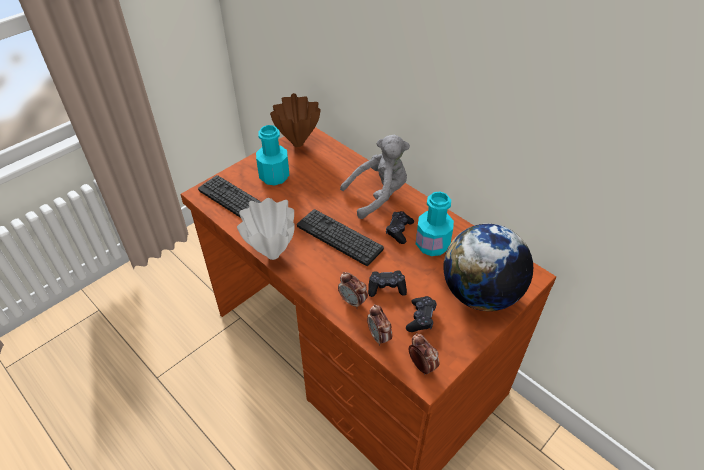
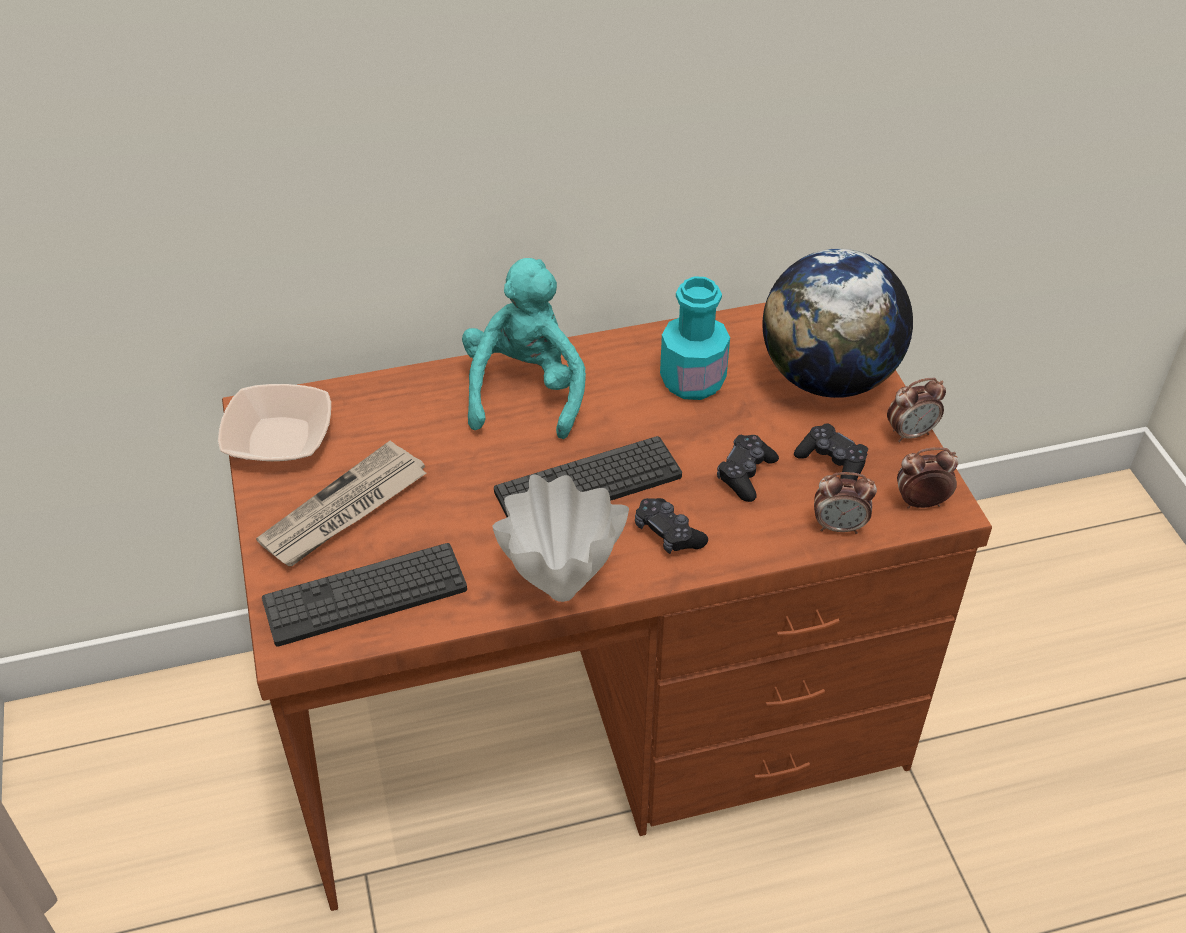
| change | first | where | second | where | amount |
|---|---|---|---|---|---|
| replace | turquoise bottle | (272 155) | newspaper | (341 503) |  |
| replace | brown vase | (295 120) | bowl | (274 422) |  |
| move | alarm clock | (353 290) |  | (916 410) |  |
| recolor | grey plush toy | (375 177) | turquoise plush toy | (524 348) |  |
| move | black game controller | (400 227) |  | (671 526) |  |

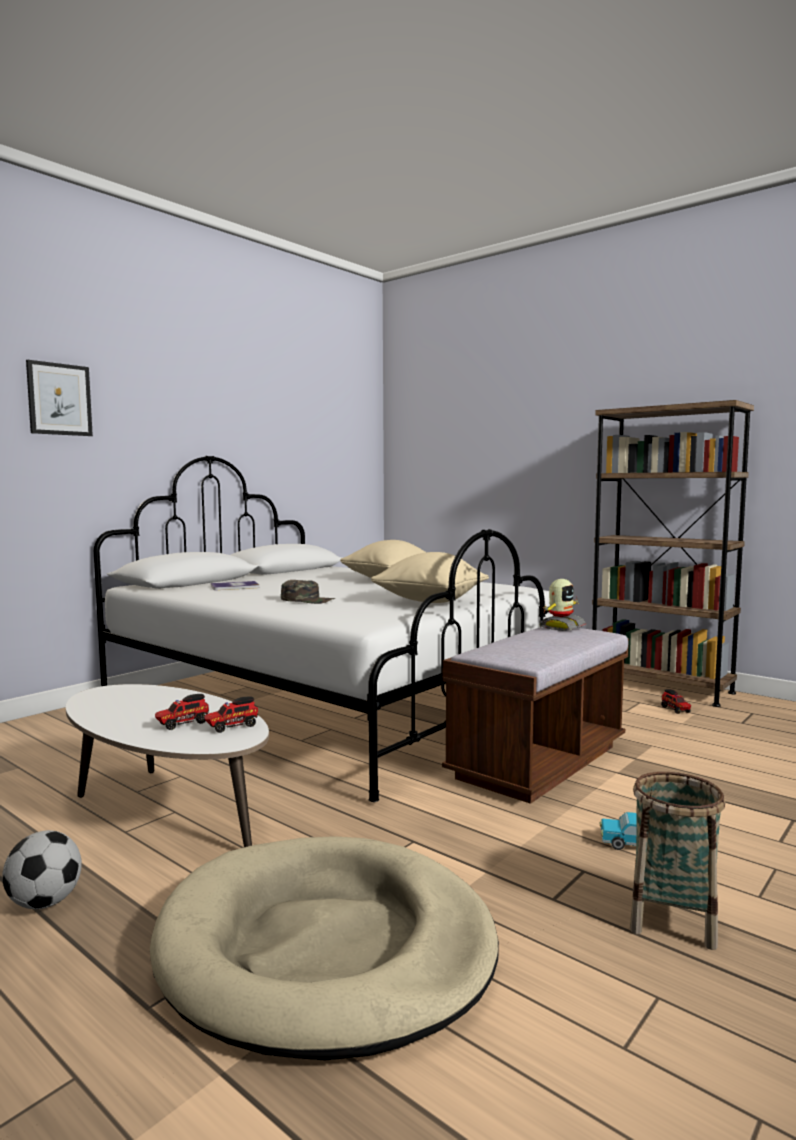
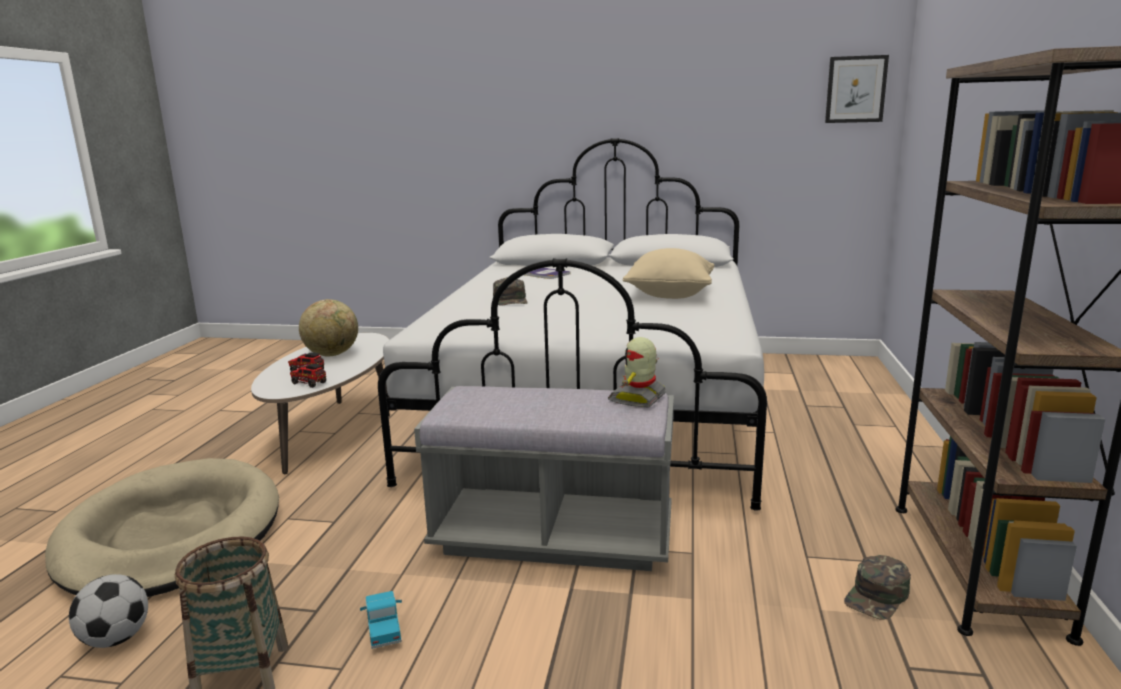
| change | first | where | second | where | amount |
|---|---|---|---|---|---|
| move | football | (42 869) |  | (108 611) |  |
| move | picture | (59 398) |  | (857 89) |  |
| delete | beige pillow | (430 577) |  |  |  |
| recolor | brown bench | (535 715) | grey bench | (544 478) |  |
| rotate | toy robot | (562 605) |  | (637 372) | 105 degrees clockwise |
| replace | toy truck | (676 701) | green cap | (877 587) |  |
| insert |  |  | globe | (328 327) |  |

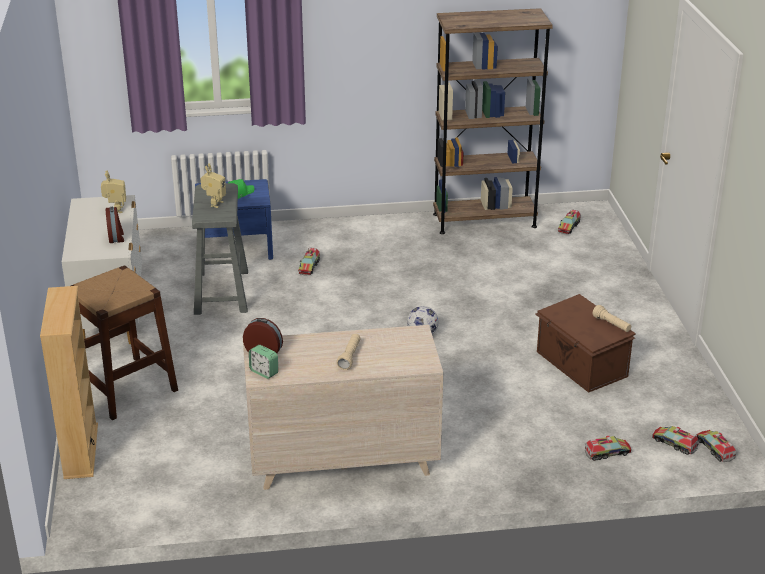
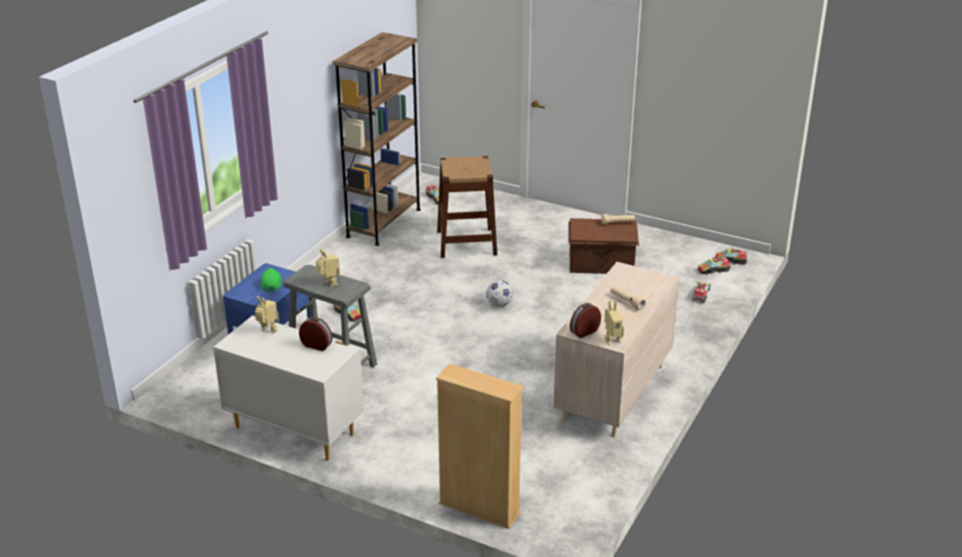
| change | first | where | second | where | amount |
|---|---|---|---|---|---|
| move | brown stool | (124 342) |  | (467 207) |  |
| replace | alarm clock | (263 362) | toy robot | (614 322) |  |

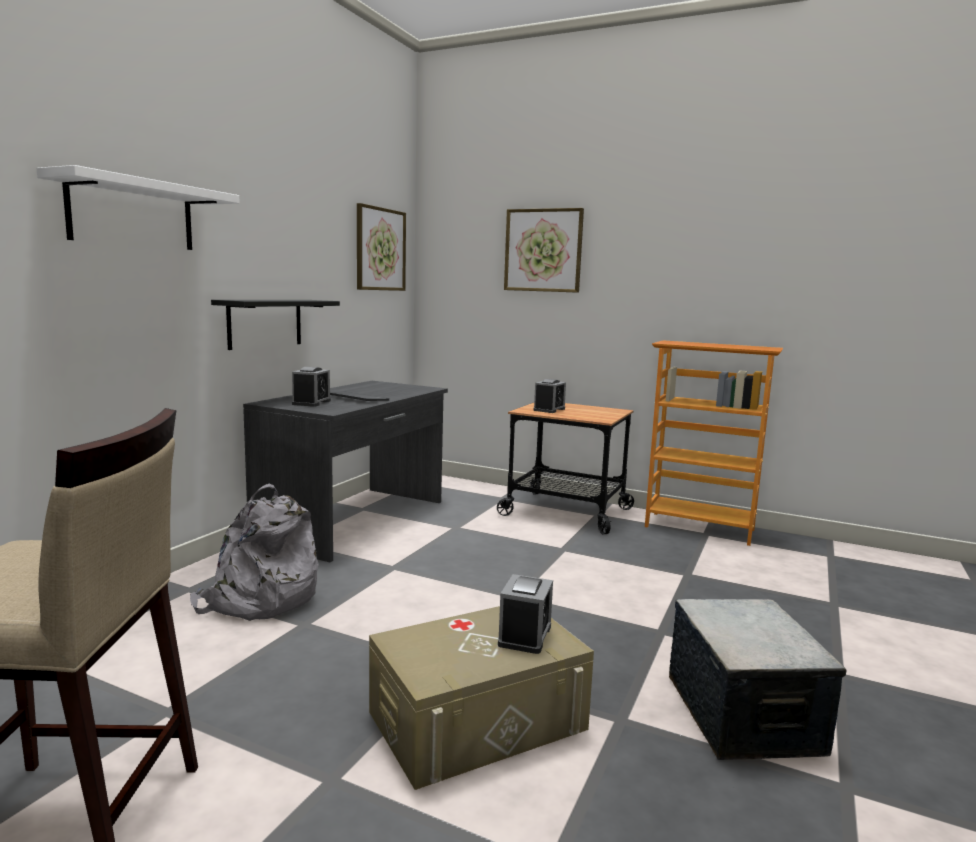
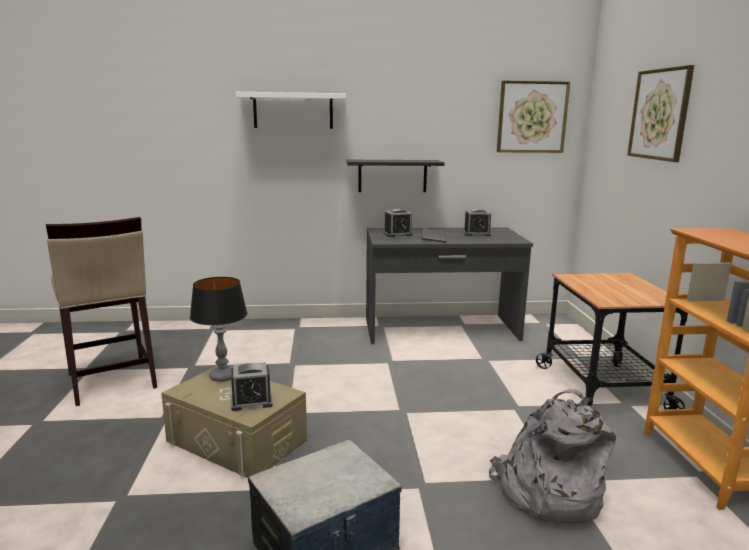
| change | first | where | second | where | amount |
|---|---|---|---|---|---|
| move | grey backpack | (254 552) |  | (552 456) |  |
| move | alarm clock | (549 396) |  | (477 222) |  |
| insert |  |  | table lamp | (218 329) |  |

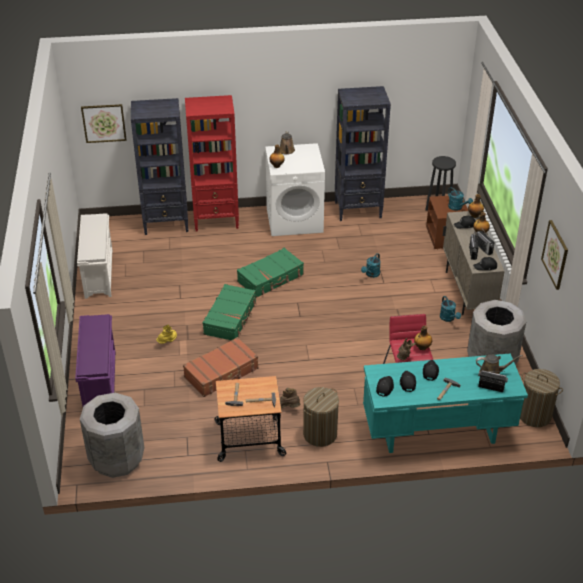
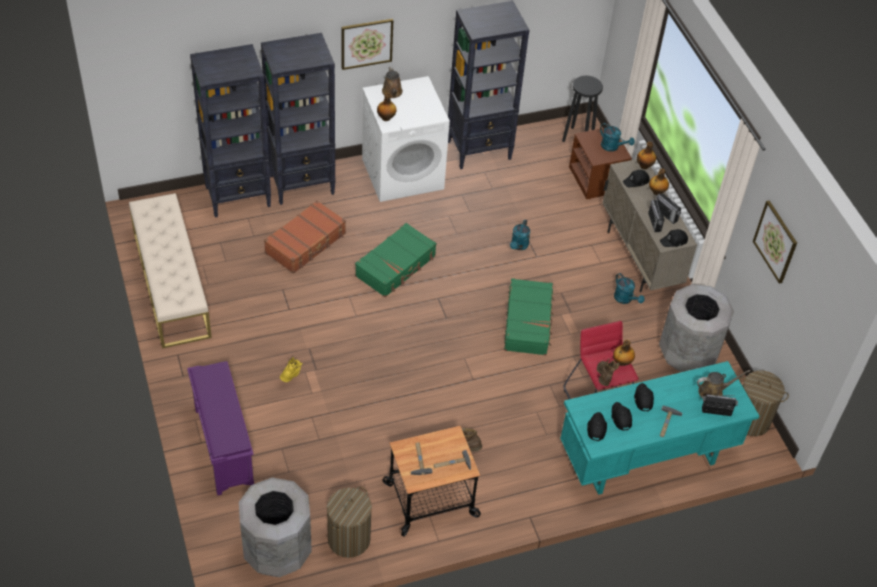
| change | first | where | second | where | amount |
|---|---|---|---|---|---|
| replace | white shoe rack | (95 256) | beige bench | (170 270) |  |
| move | picture | (104 123) |  | (367 44) |  |
| move | brown suitcase | (220 367) |  | (305 237) |  |
| recolor | red bookcase | (212 163) | black bookcase | (298 119) |  |
| move | green suitcase | (230 312) |  | (529 316) |  |
| move | laundry basket | (321 417) |  | (349 522) |  |

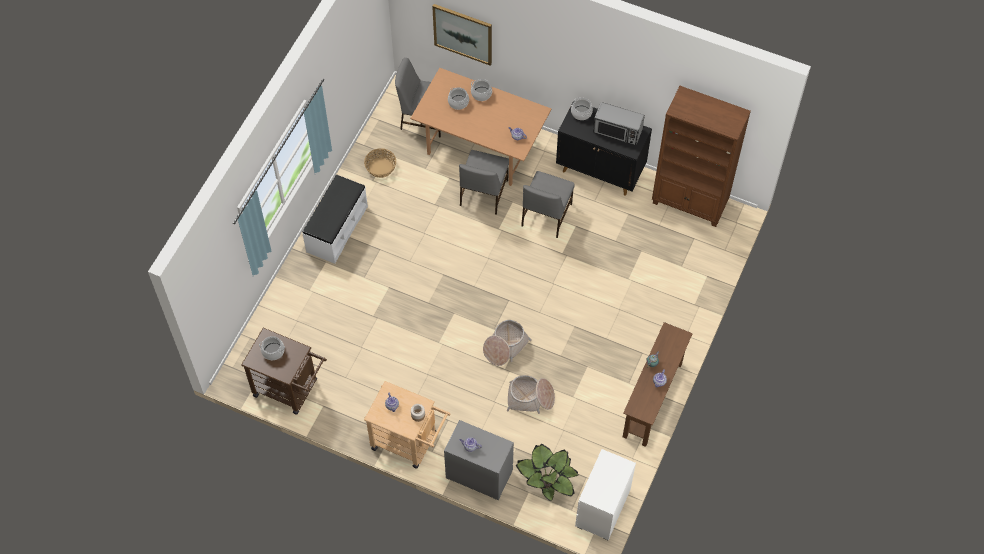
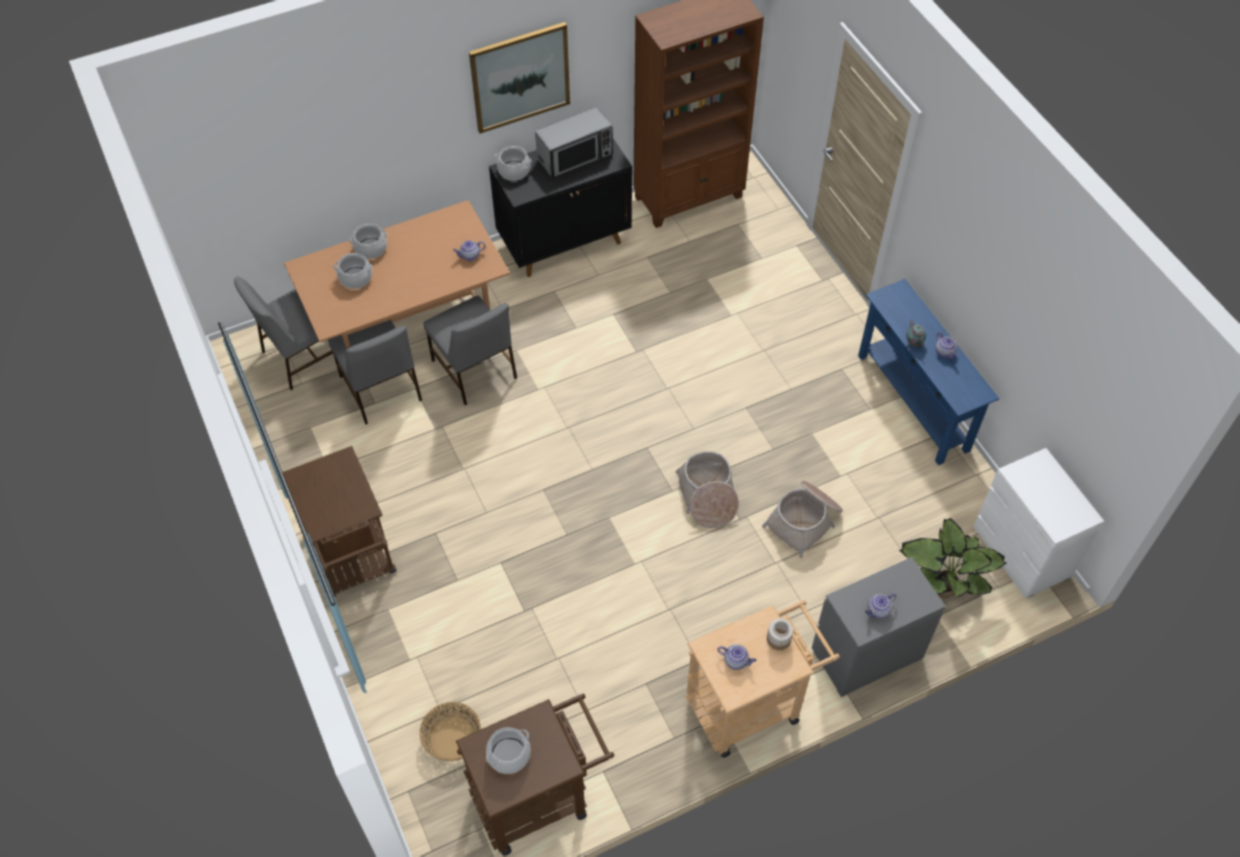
| change | first | where | second | where | amount |
|---|---|---|---|---|---|
| replace | white bench | (335 219) | brown cart | (339 521) |  |
| move | basket | (380 163) |  | (450 732) |  |
| move | picture | (462 35) |  | (519 78) |  |
| move | grey chair | (548 204) |  | (375 372) |  |
| recolor | brown console table | (658 384) | blue console table | (928 372) |  |

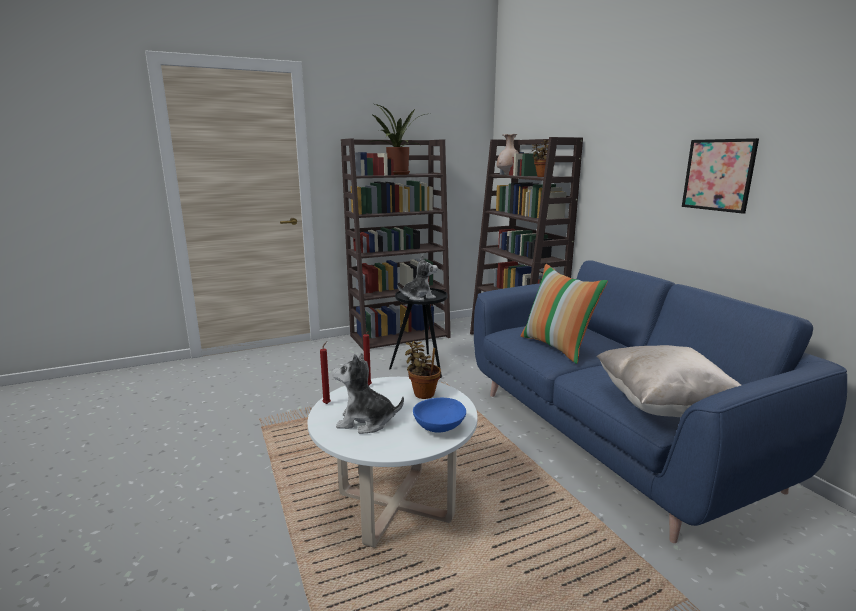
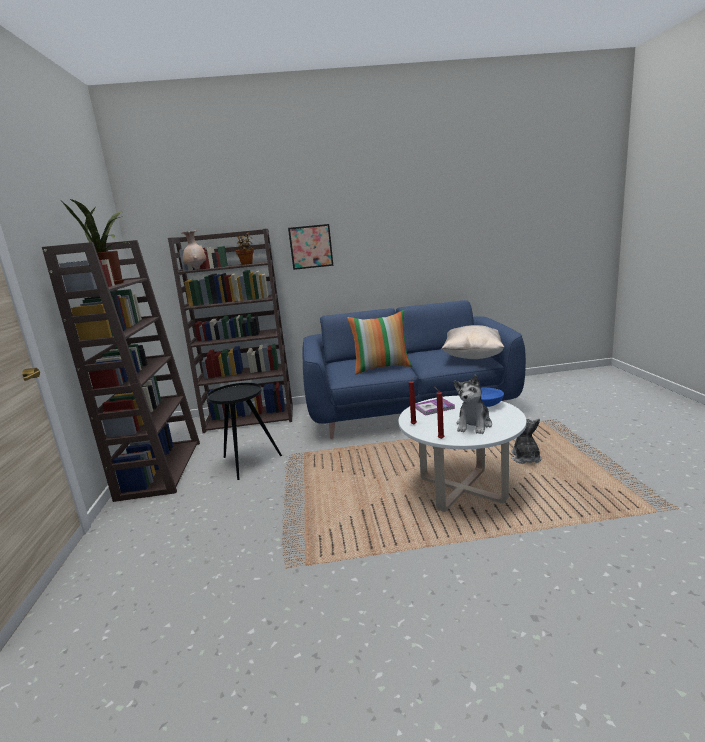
| change | first | where | second | where | amount |
|---|---|---|---|---|---|
| move | plush toy | (417 278) |  | (526 441) |  |
| replace | potted plant | (423 370) | book | (435 407) |  |
| move | picture | (720 176) |  | (310 247) |  |

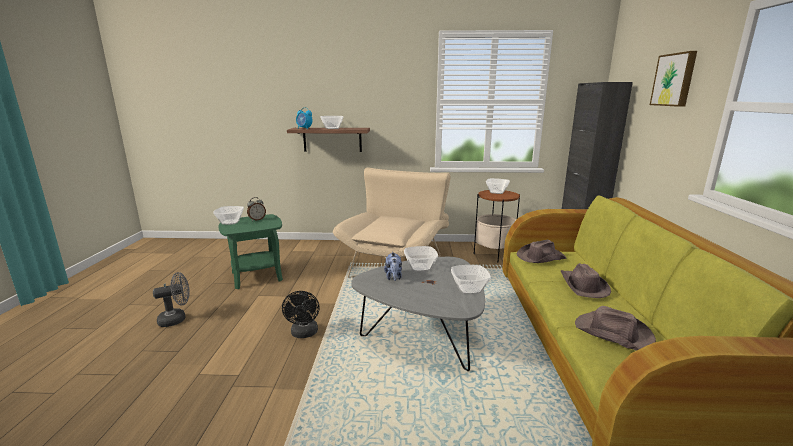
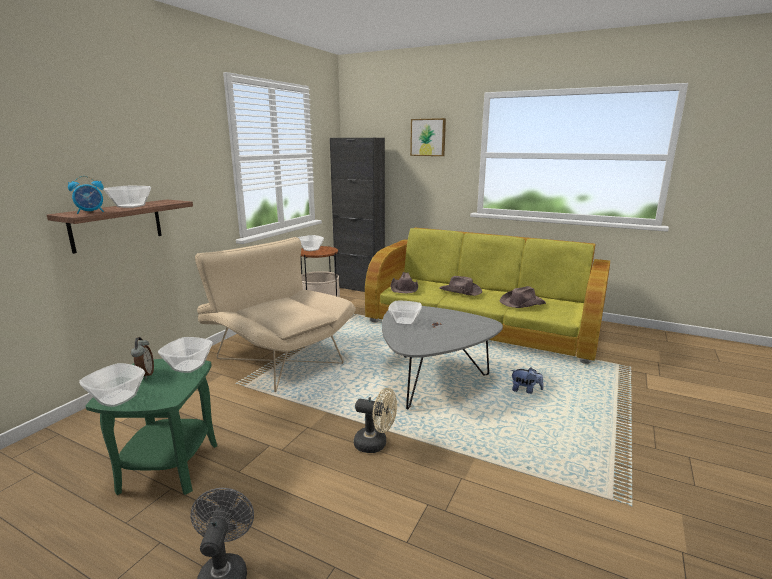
| change | first | where | second | where | amount |
|---|---|---|---|---|---|
| recolor | black fan | (301 314) | beige fan | (375 420) |  |
| move | plush toy | (393 266) |  | (527 380) |  |
| move | bowl | (471 280) |  | (185 355) |  |

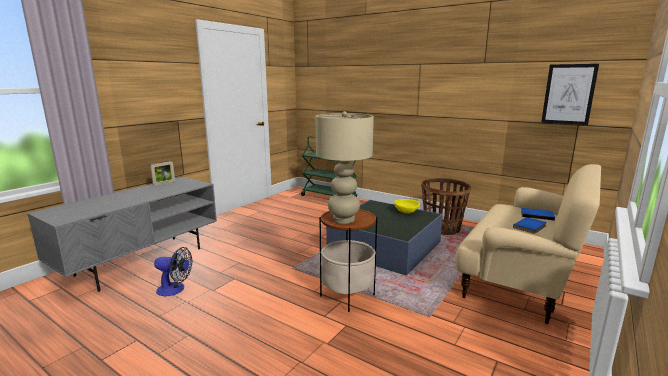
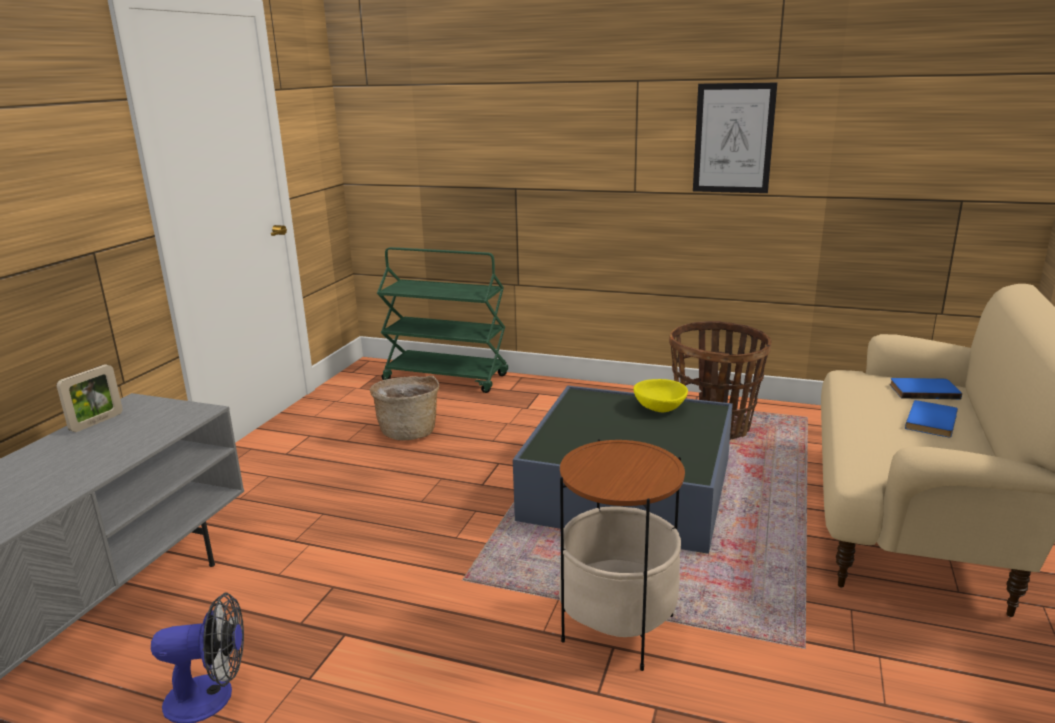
| change | first | where | second | where | amount |
|---|---|---|---|---|---|
| delete | beige table lamp | (345 167) |  |  |  |
| move | picture | (570 94) |  | (735 137) |  |
| insert |  |  | basket | (404 408) |  |

